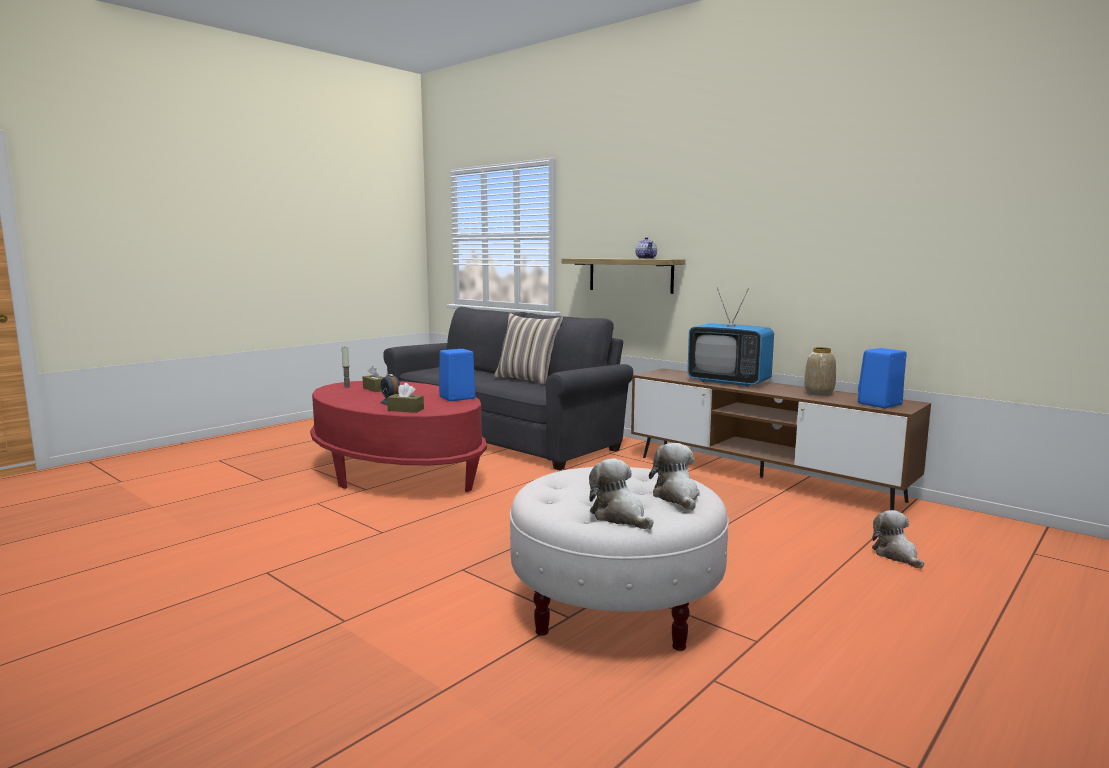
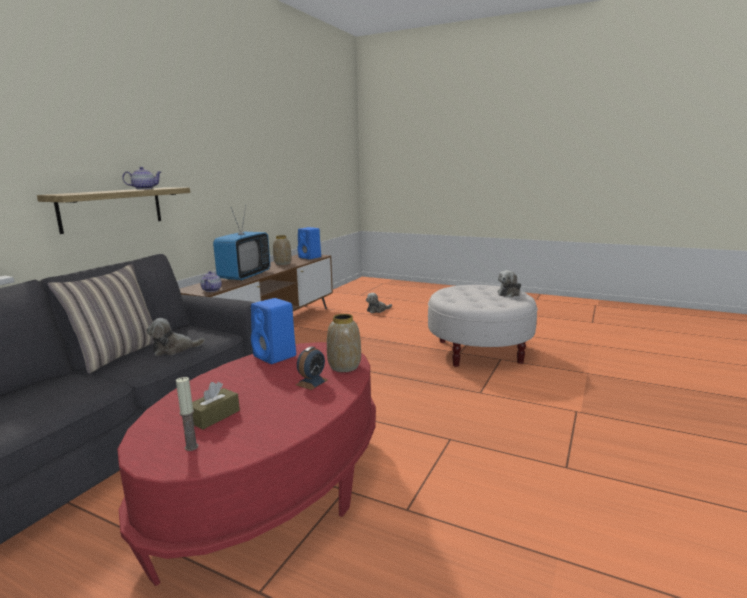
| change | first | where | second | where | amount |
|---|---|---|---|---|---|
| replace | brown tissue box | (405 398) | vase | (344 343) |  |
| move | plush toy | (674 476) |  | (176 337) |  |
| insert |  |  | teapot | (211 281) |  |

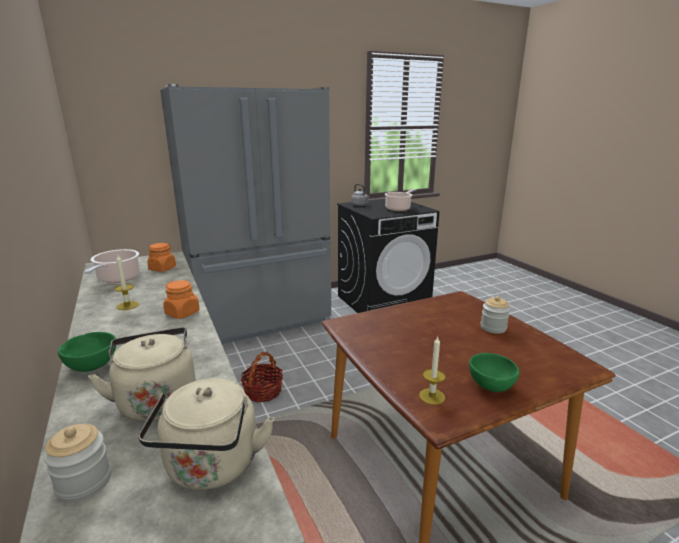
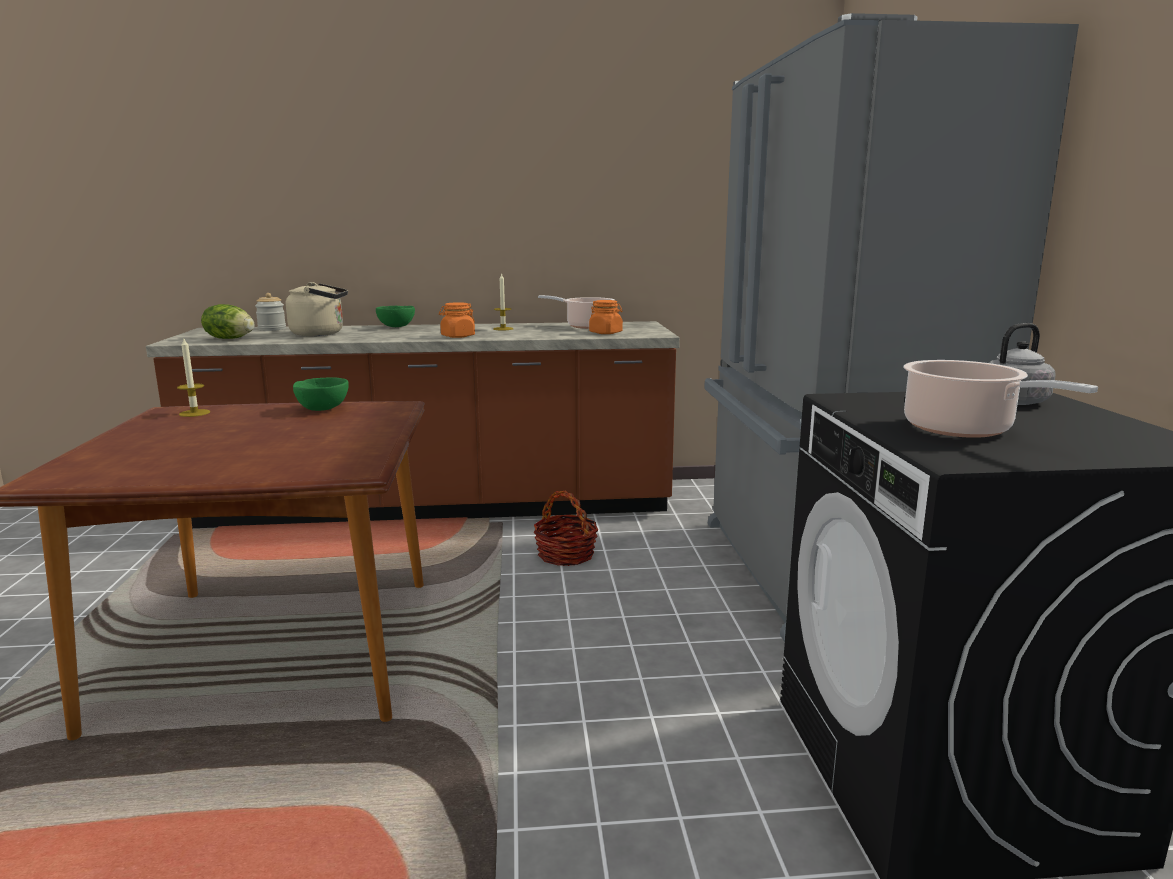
| change | first | where | second | where | amount |
|---|---|---|---|---|---|
| replace | beige kettle | (206 434) | lettuce | (228 321) |  |
| move | green bowl | (494 372) |  | (321 394) |  |
| delete | jar | (495 315) |  |  |  |

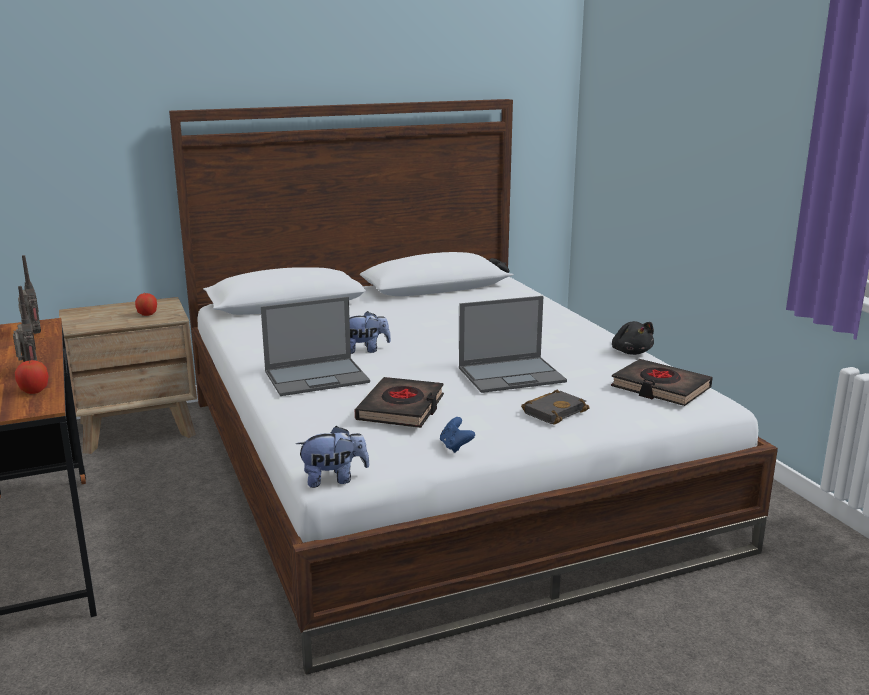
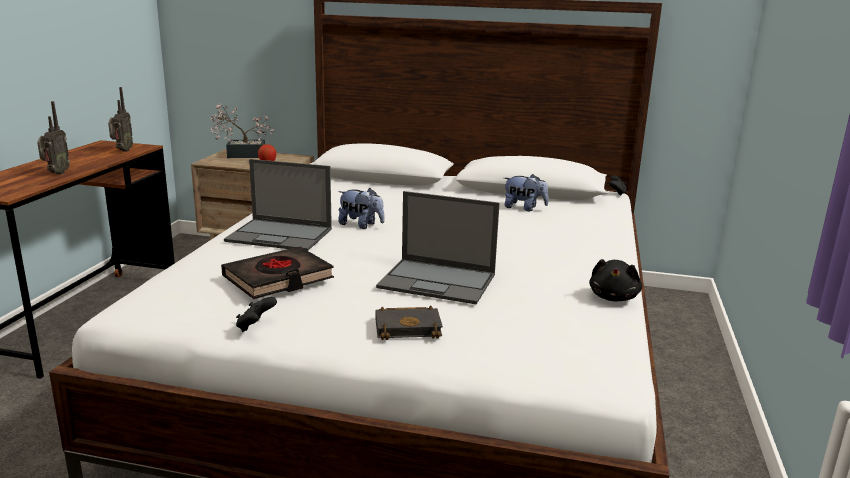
| change | first | where | second | where | amount |
|---|---|---|---|---|---|
| delete | apple | (31 377) |  |  |  |
| move | plush toy | (333 457) |  | (526 192) |  |
| recolor | blue game controller | (457 435) | black game controller | (256 314) |  |
| delete | black book | (662 382) |  |  |  |
| insert |  |  | potted plant | (242 131) |  |

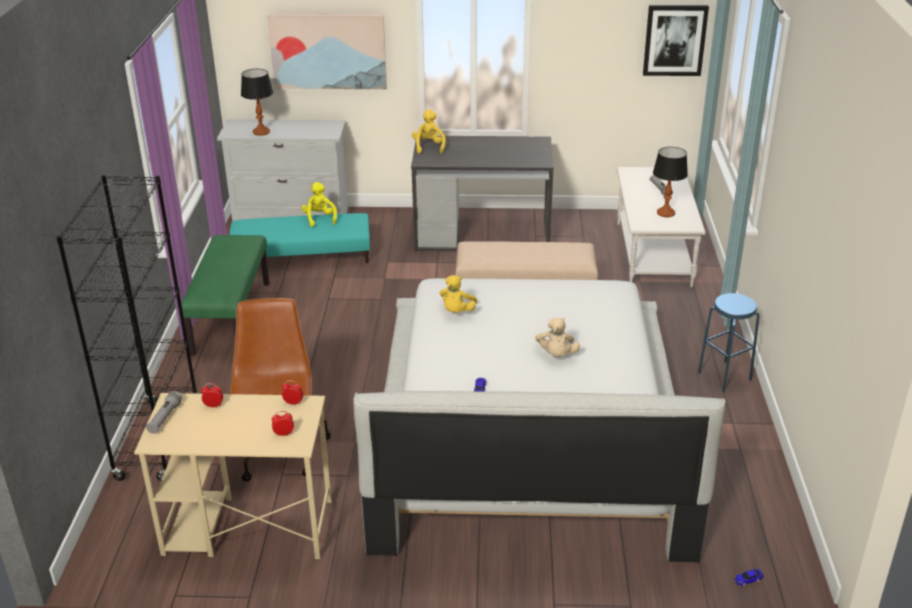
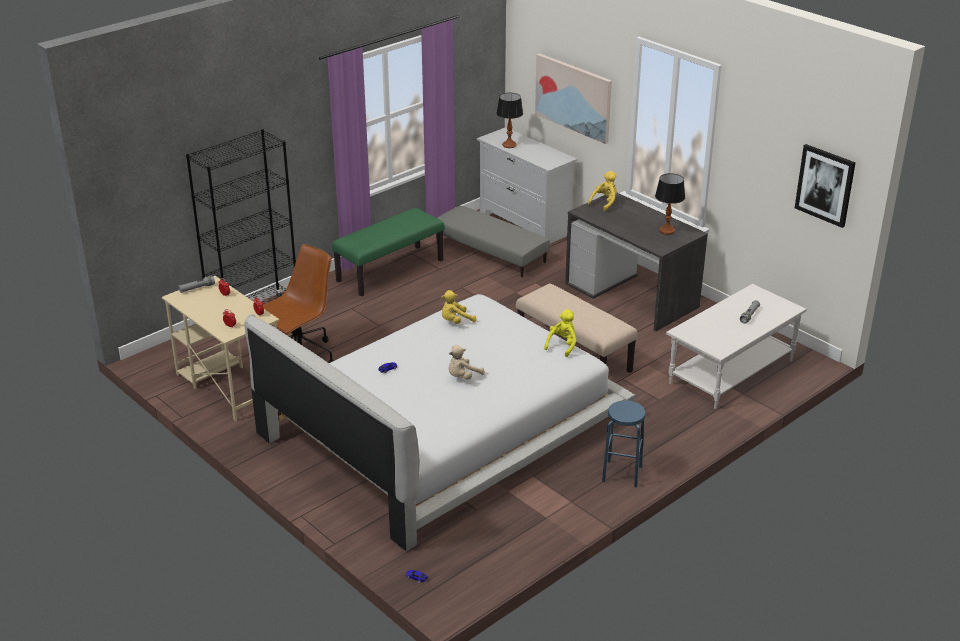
| change | first | where | second | where | amount |
|---|---|---|---|---|---|
| recolor | turquoise ottoman | (299 238) | grey ottoman | (493 241) |  |
| move | yellow plush toy | (319 204) |  | (560 333) |  |
| move | table lamp | (670 182) |  | (670 204) |  |

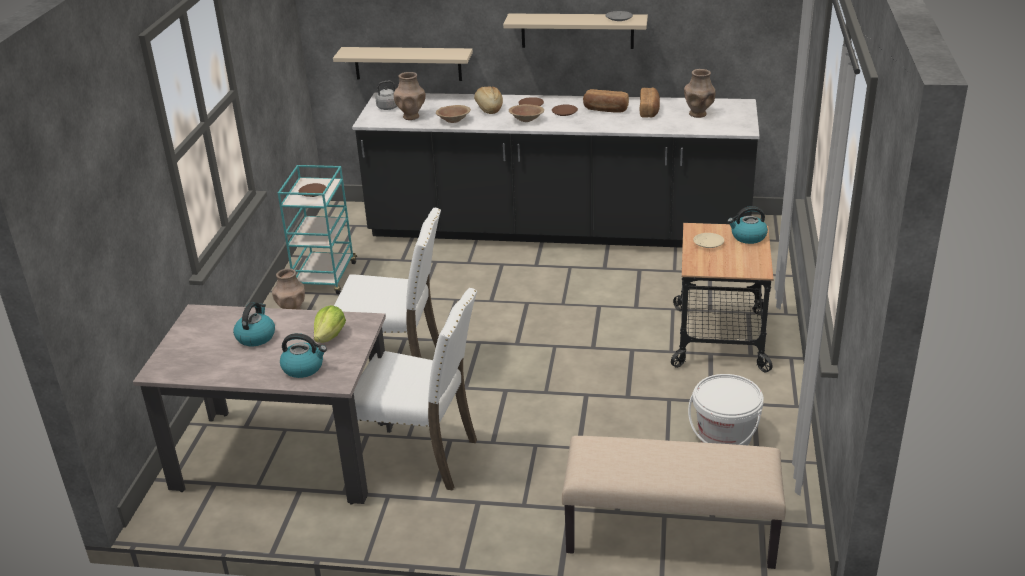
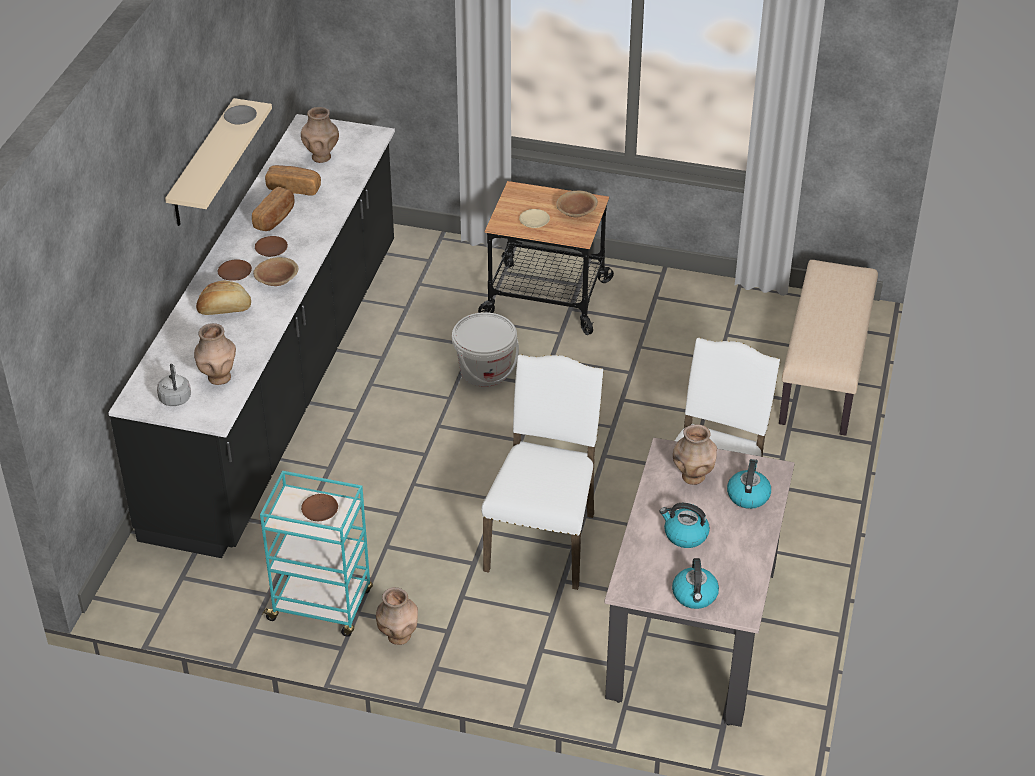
| change | first | where | second | where | amount |
|---|---|---|---|---|---|
| replace | lettuce | (330 324) | brown vase | (695 454) |  |
| delete | beige shelf | (403 64) |  |  |  |
| move | brown bowl | (453 114) |  | (577 204) |  |
| move | white bucket | (726 409) |  | (485 349) |  |
| move | kettle | (747 225) |  | (695 583) |  |

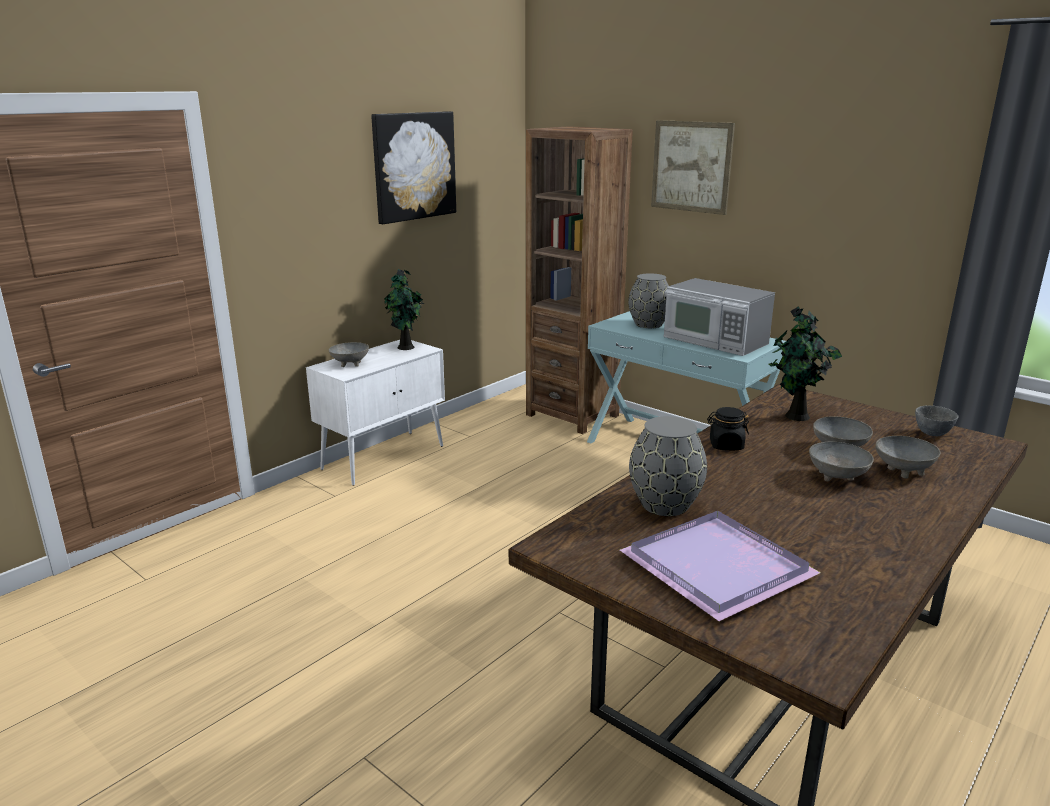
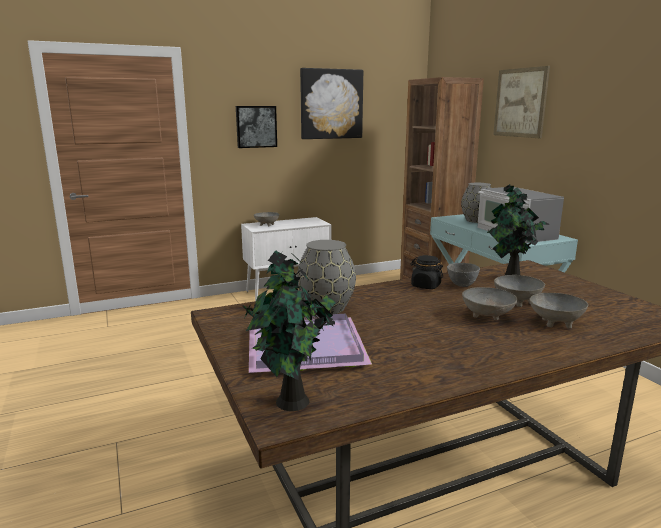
| change | first | where | second | where | amount |
|---|---|---|---|---|---|
| move | potted plant | (404 309) |  | (289 330) |  |
| move | grey bowl | (936 421) |  | (463 275) |  |
| insert |  |  | picture | (256 127) |  |

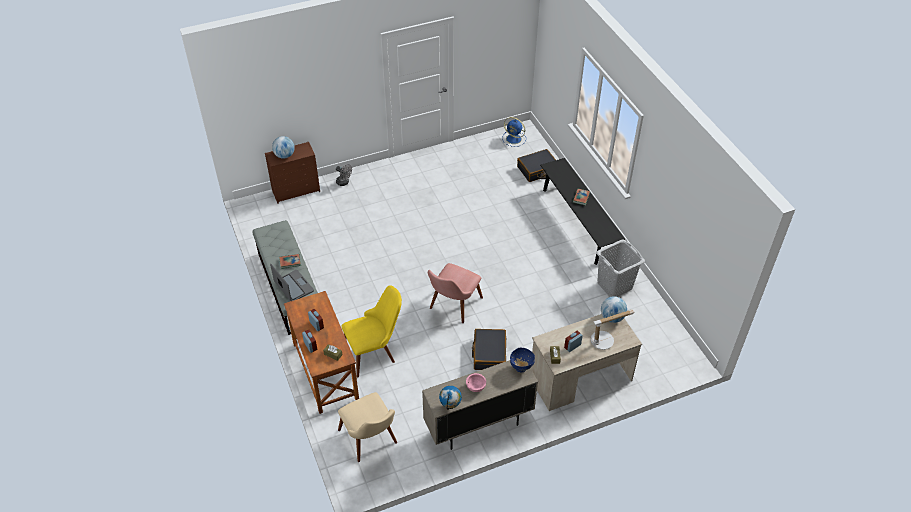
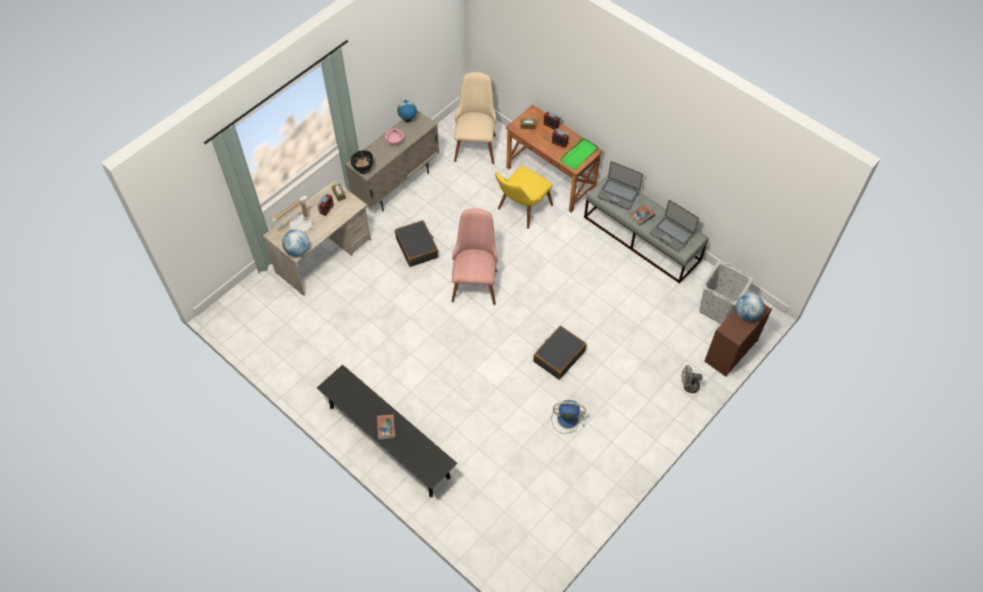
| change | first | where | second | where | amount |
|---|---|---|---|---|---|
| rotate | beige chair | (367 427) |  | (475 118) | 60 degrees clockwise |
| move | blue fan | (514 132) |  | (569 417) |  |
| recolor | blue bowl | (522 360) | black bowl | (362 162) |  |
| move | black suitcase | (536 165) |  | (560 353) |  |
| move | grey laundry basket | (620 268) |  | (726 292) |  |
| insert |  |  | green tray | (579 154) |  |
| insert |  |  | laptop | (674 226) |  |

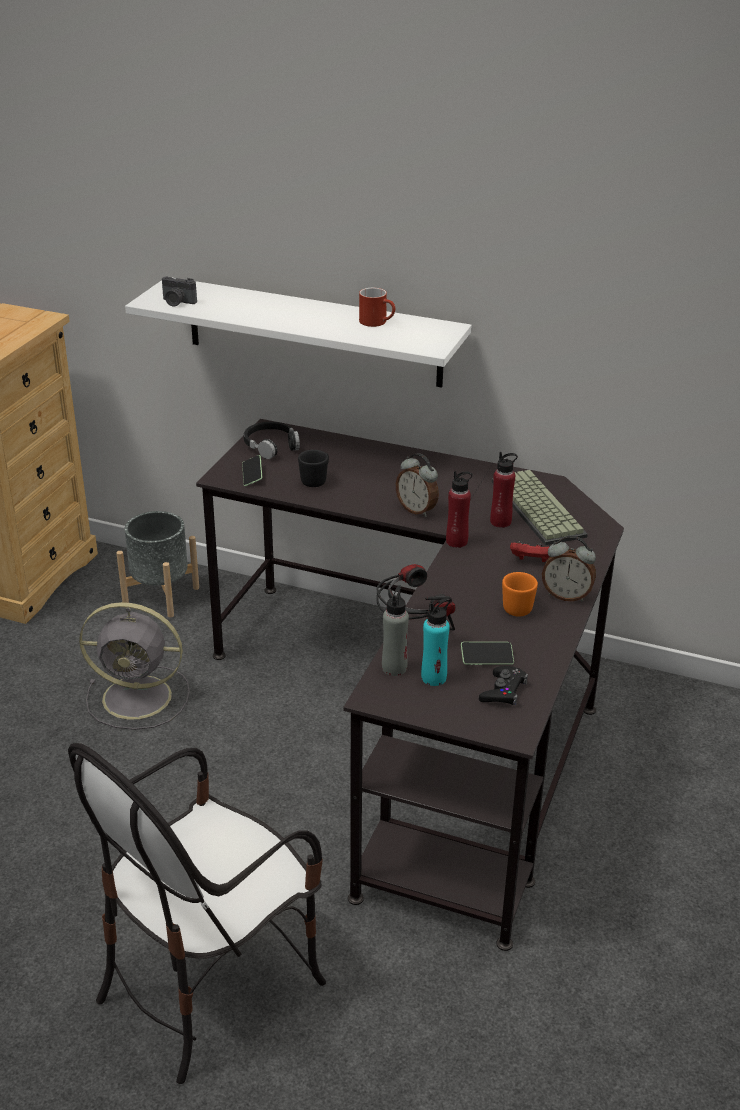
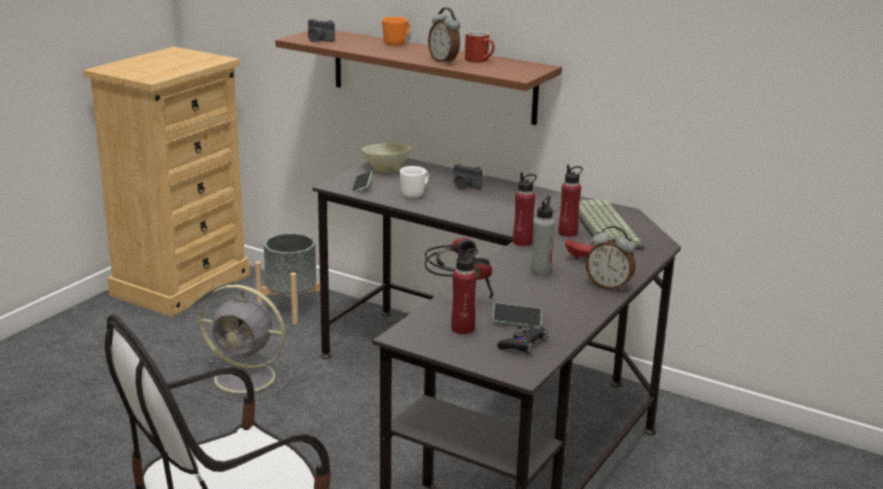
| change | first | where | second | where | amount |
|---|---|---|---|---|---|
| recolor | white shelf | (298 332) | brown shelf | (418 77) |  |
| replace | black headphones | (272 440) | beige bowl | (386 158) |  |
| recolor | black mug | (313 468) | white mug | (414 182) |  |
| move | grey bottle | (395 630) |  | (543 236) |  |
| move | alarm clock | (417 485) |  | (444 36) |  |
| recolor | turquoise bottle | (436 642) | red bottle | (464 291) |  |
| move | orange mug | (520 594) |  | (395 31) |  |
| insert |  |  | photo camera | (468 177) |  |

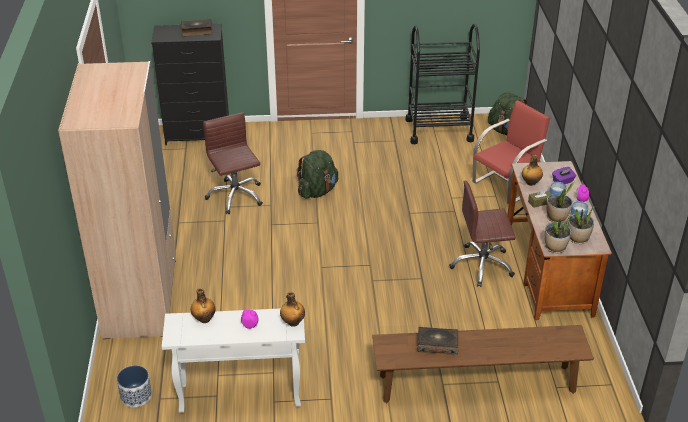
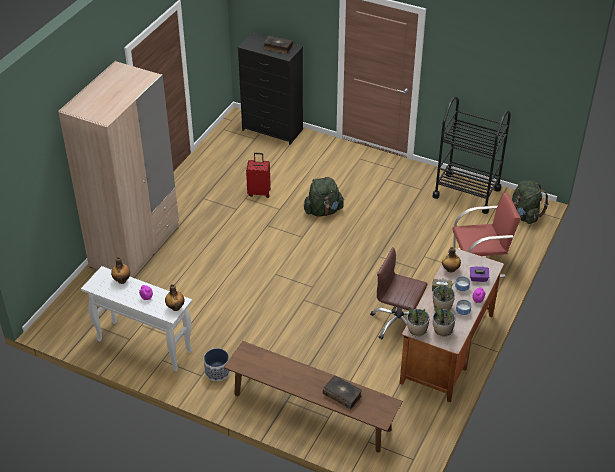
| change | first | where | second | where | amount |
|---|---|---|---|---|---|
| move | planter | (134 386) |  | (217 364) |  |
| replace | brown office chair | (233 163) | red suitcase | (258 175) |  |
| move | book | (437 341) |  | (342 392) |  |

